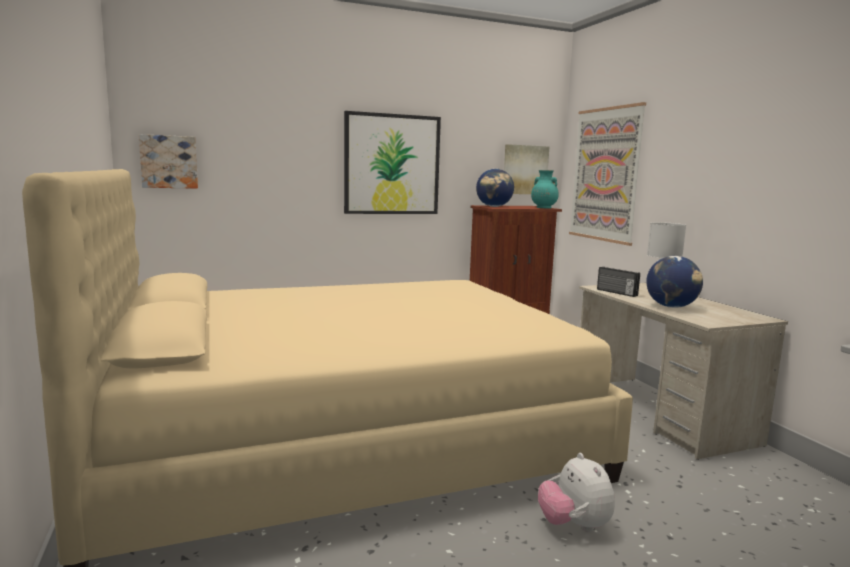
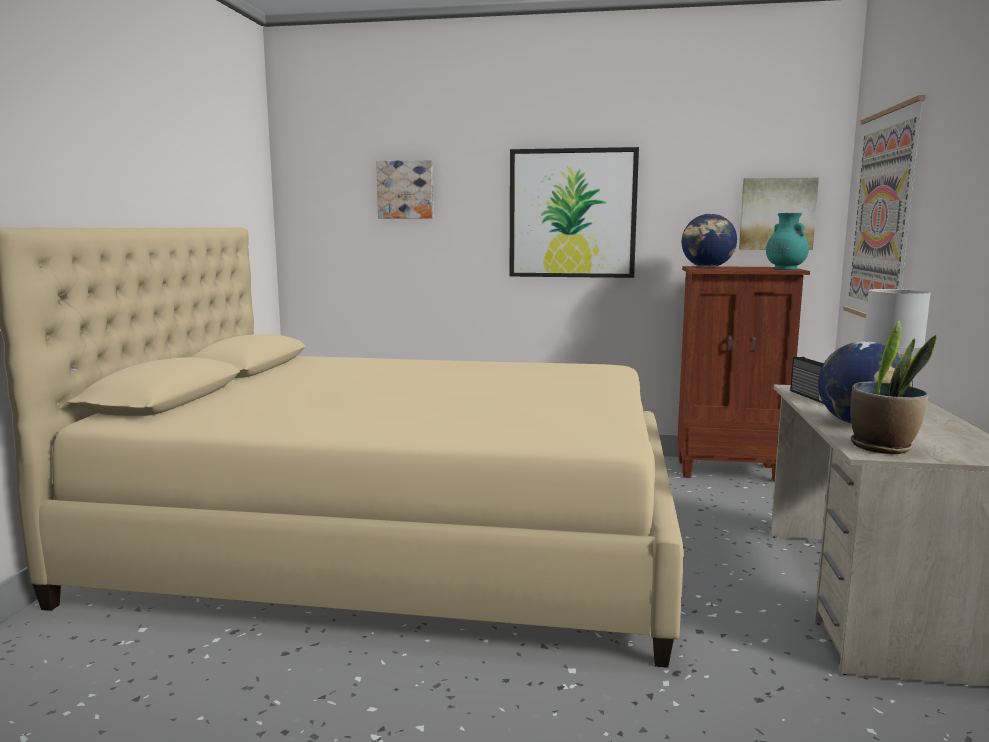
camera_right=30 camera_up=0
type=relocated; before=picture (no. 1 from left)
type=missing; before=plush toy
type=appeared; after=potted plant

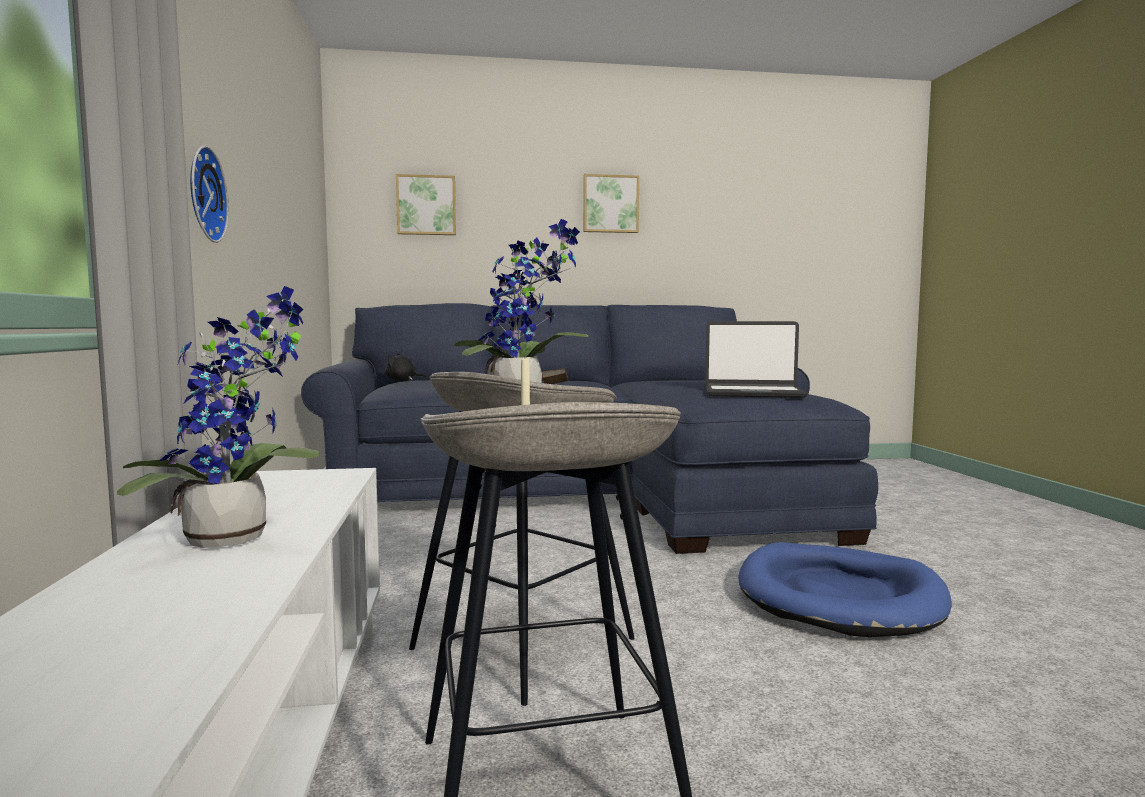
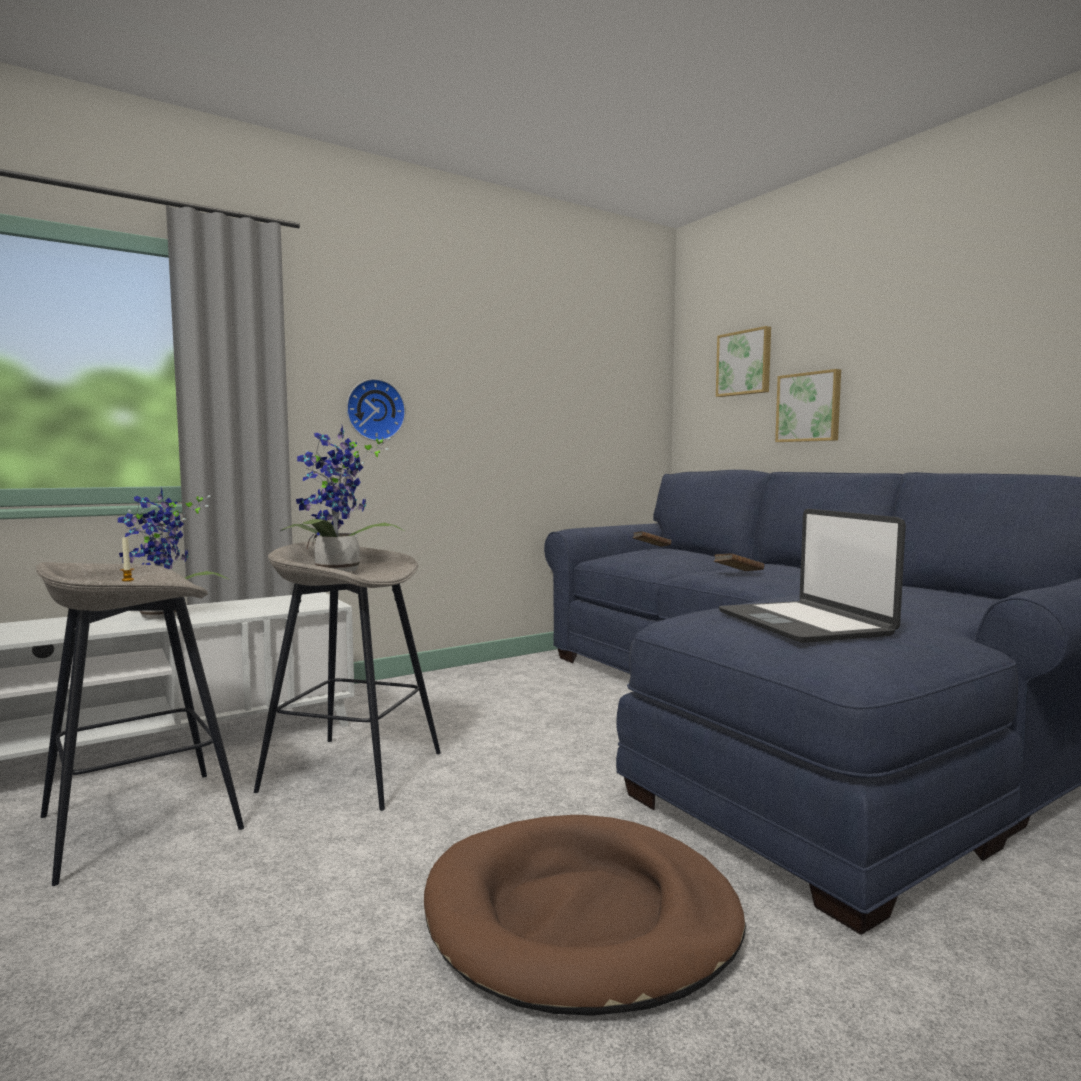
camera_right=65 camera_up=0
type=exchanged; before=black plush toy; after=brown book (no. 1 from left)
type=relocated; before=picture (no. 2 from left)
type=colour; before=blue dog bed; after=brown dog bed

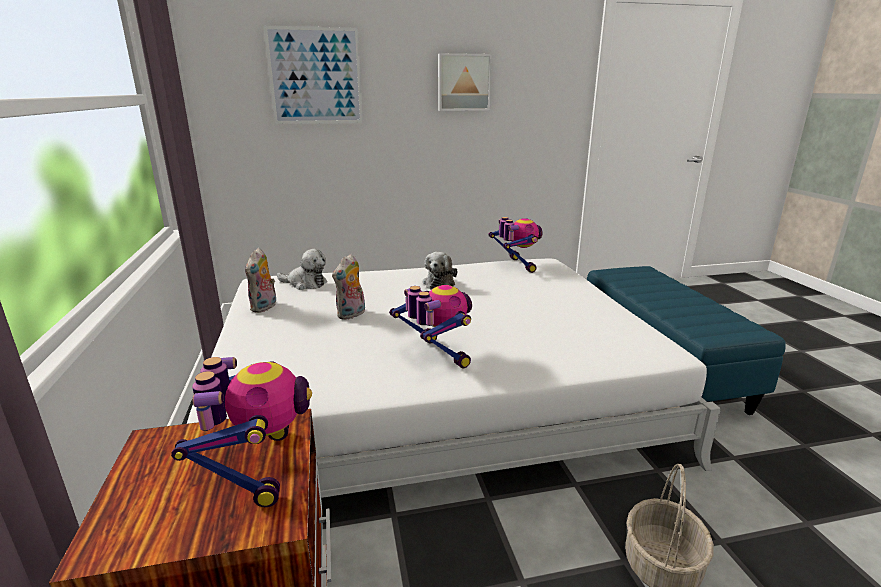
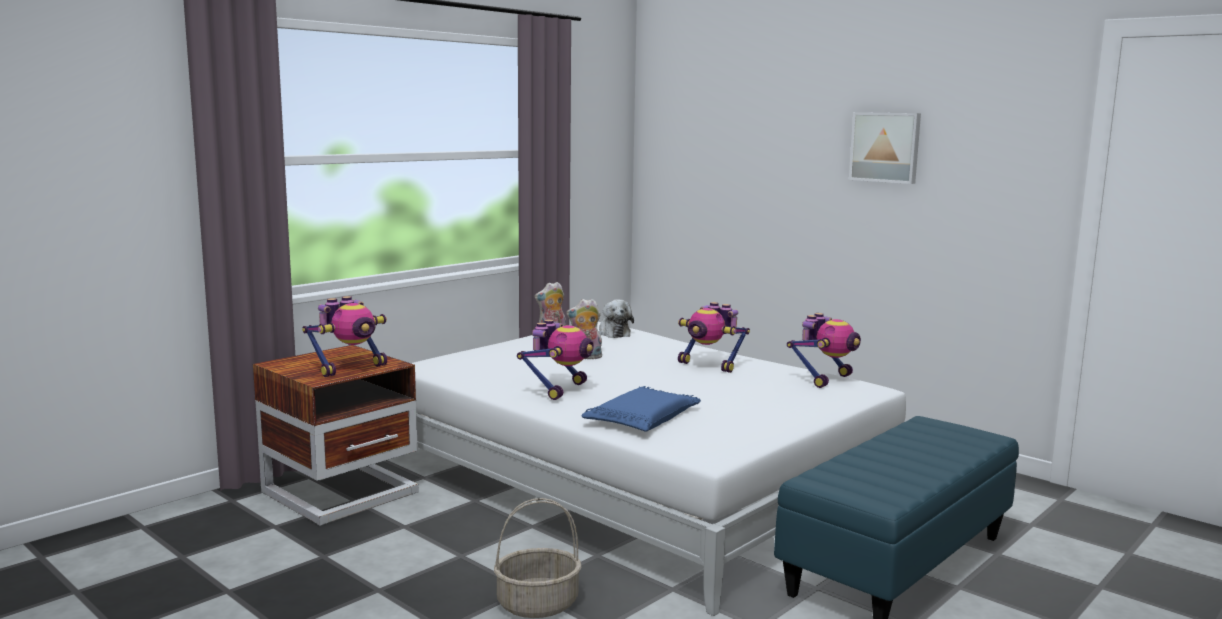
camera_right=55 camera_up=-10
type=missing; before=picture (no. 1 from left)
type=exchanged; before=plush toy (no. 4 from left); after=toy robot (no. 3 from left)
type=appeared; after=blue pillow

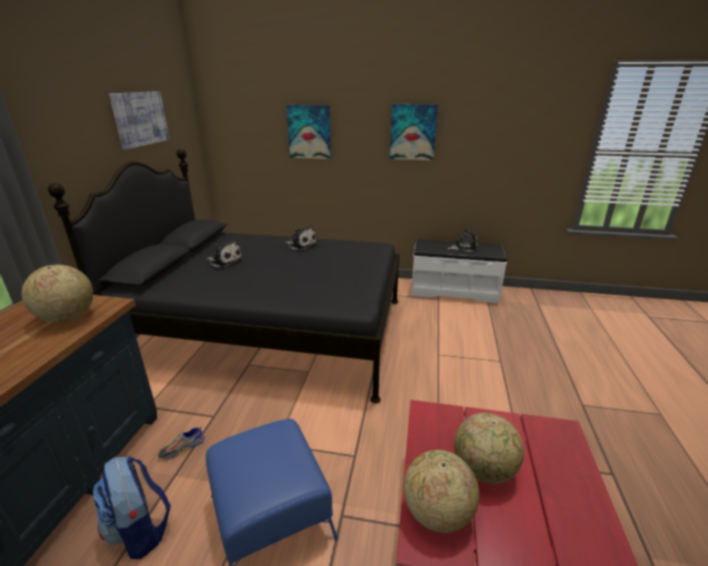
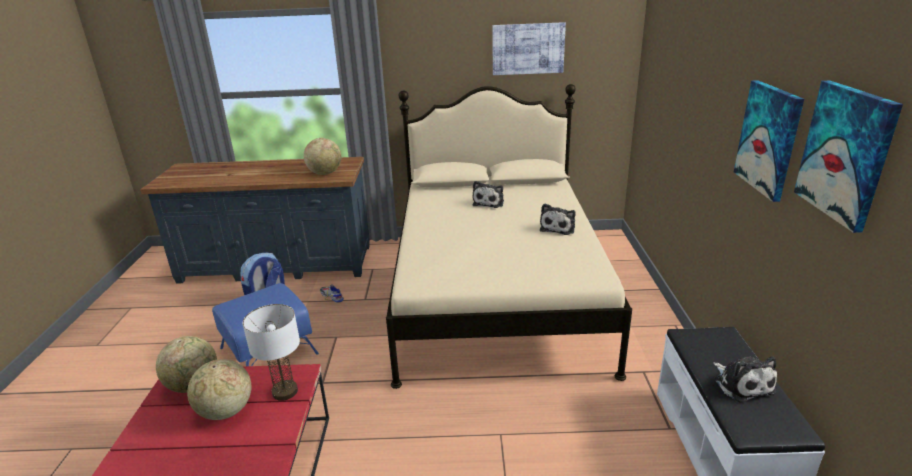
camera_right=80 camera_up=0
type=colour; before=black bed; after=beige bed
type=relocated; before=picture (no. 2 from left in the first image); after=picture (no. 3 from left)
type=appeared; after=table lamp

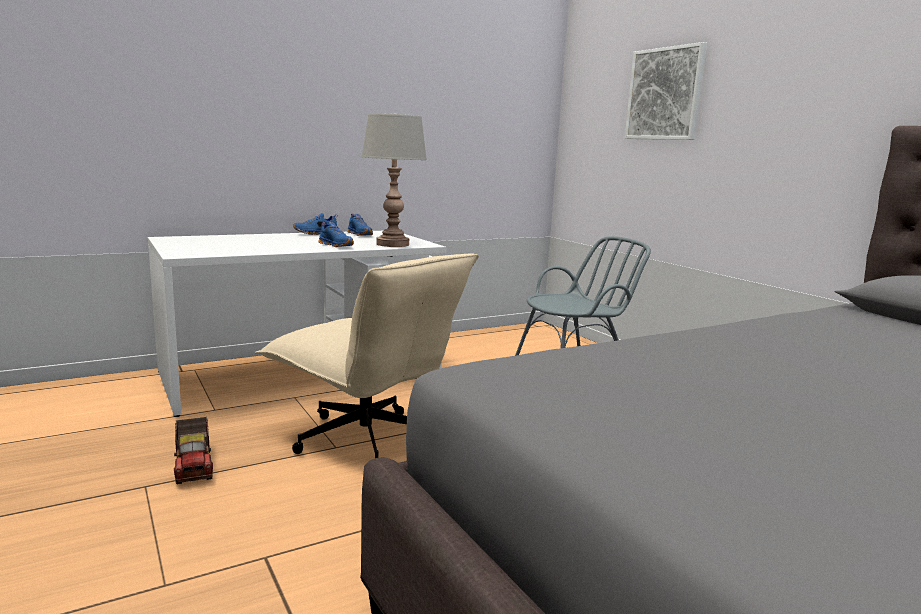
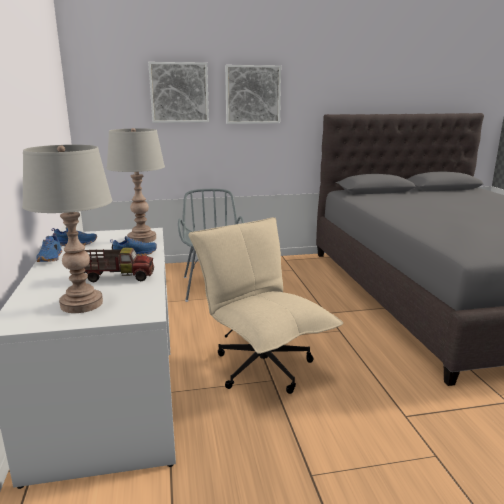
camera_right=-70 camera_up=5
type=relocated; before=toy truck
type=spun; before=beige office chair; turn=-90
type=appeared; after=grey table lamp (no. 1 from left)
type=appeared; after=picture (no. 2 from left)

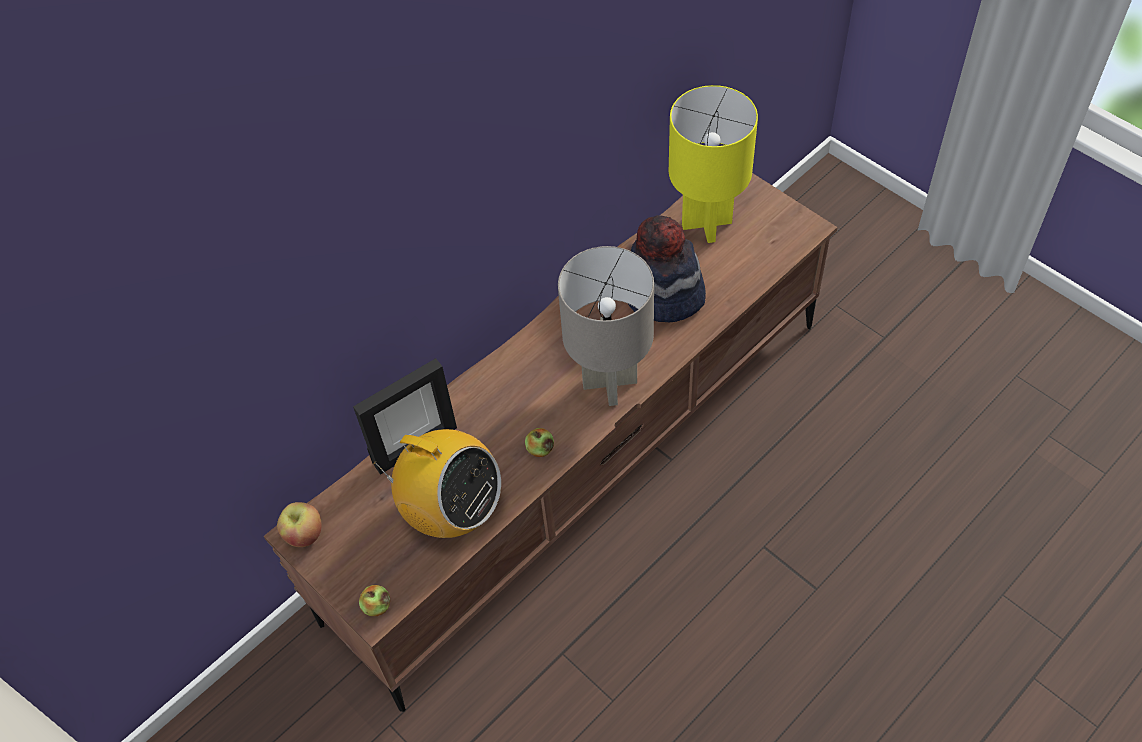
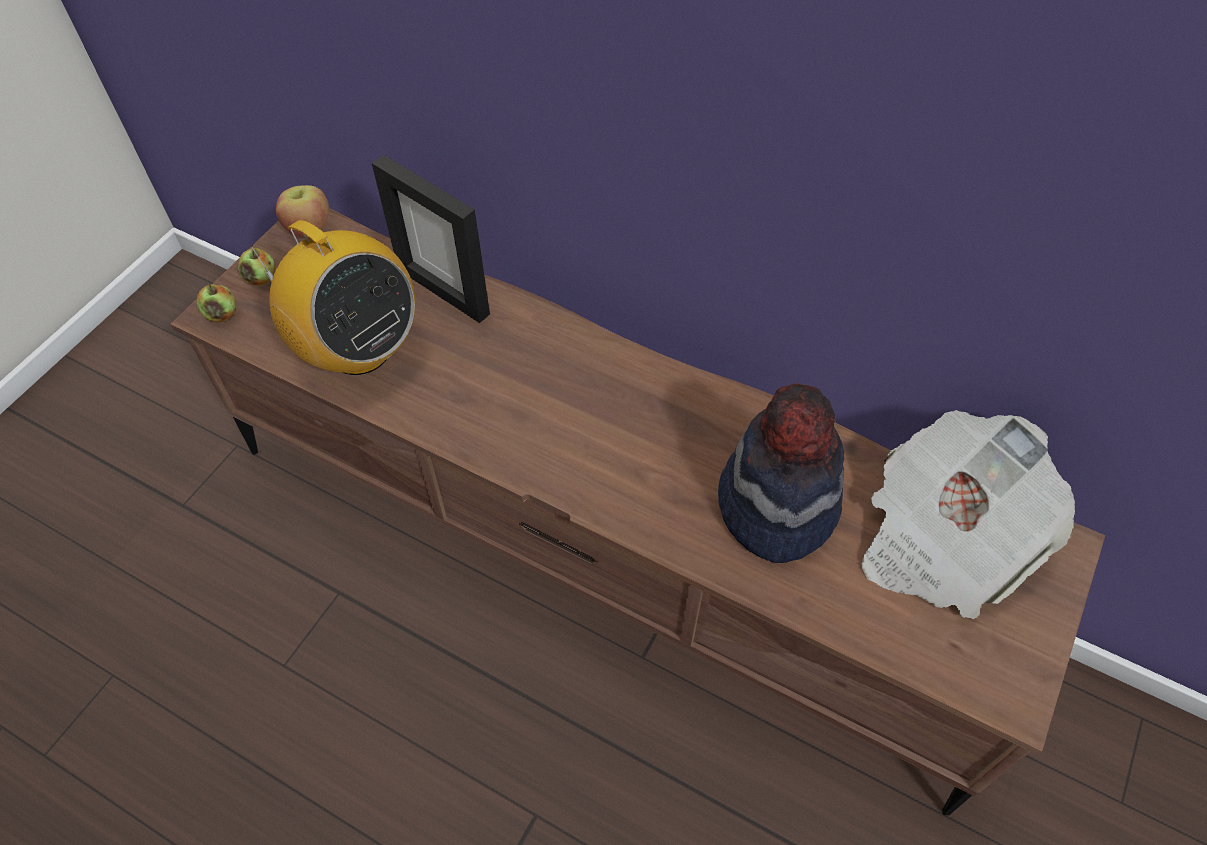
camera_right=70 camera_up=0
type=spun; before=radio; turn=-60
type=relocated; before=apple (no. 3 from left in the first image); after=apple (no. 2 from left)
type=missing; before=grey table lamp
type=exchanged; before=yellow table lamp; after=newspaper

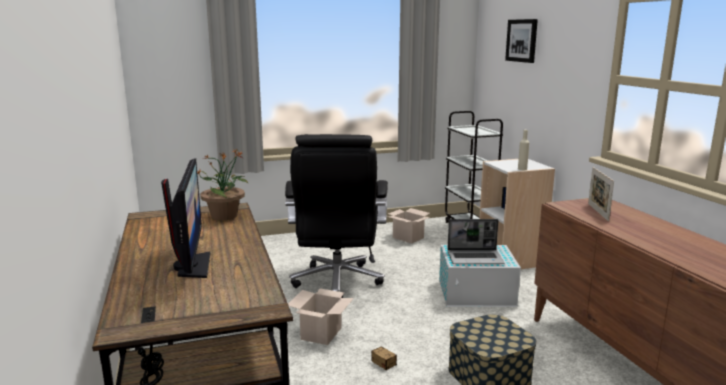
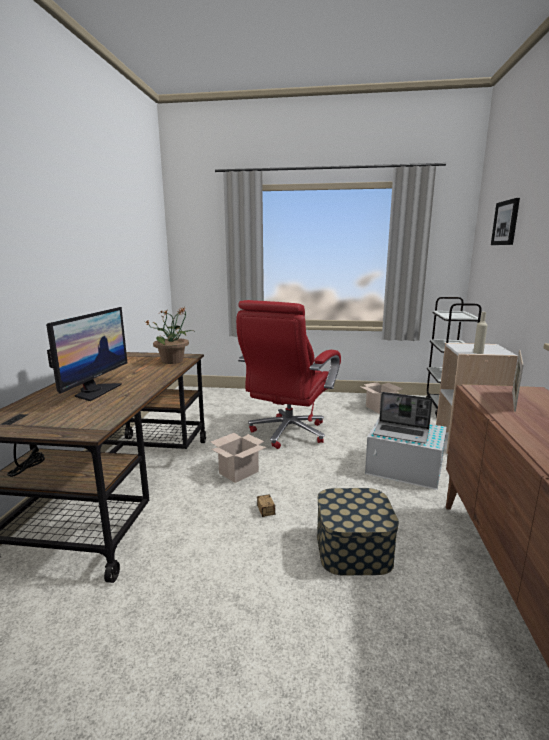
camera_right=25 camera_up=0
type=colour; before=black office chair; after=red office chair

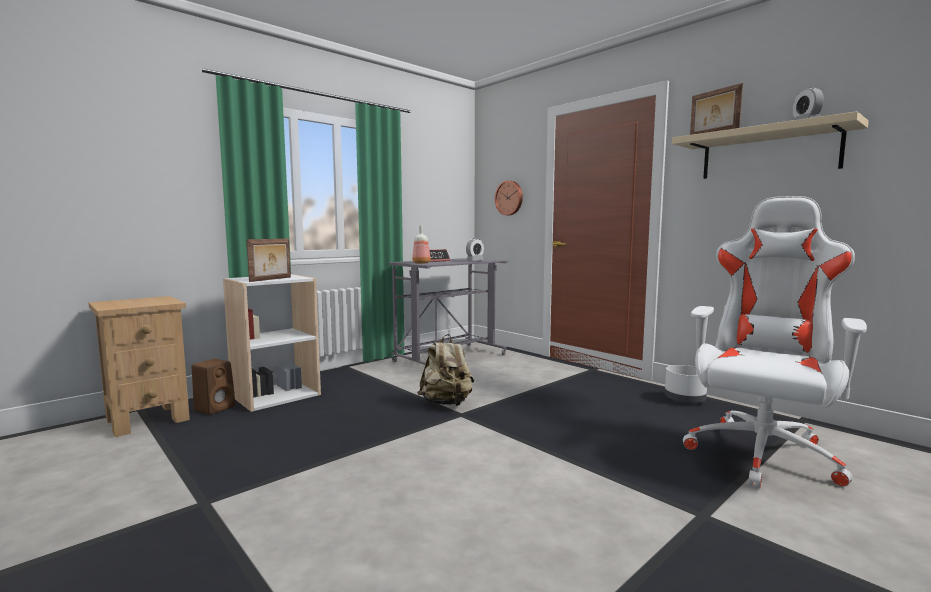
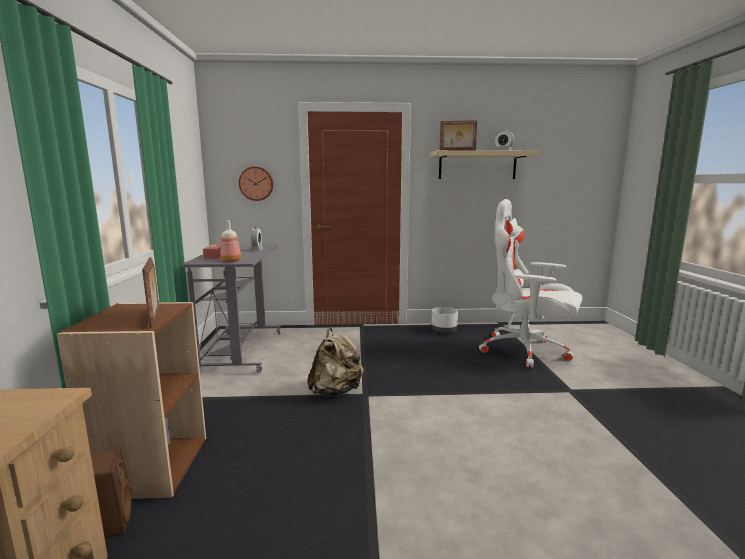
camera_right=-50 camera_up=5
type=colour; before=white bookcase; after=brown bookcase
type=spun; before=white office chair; turn=-45

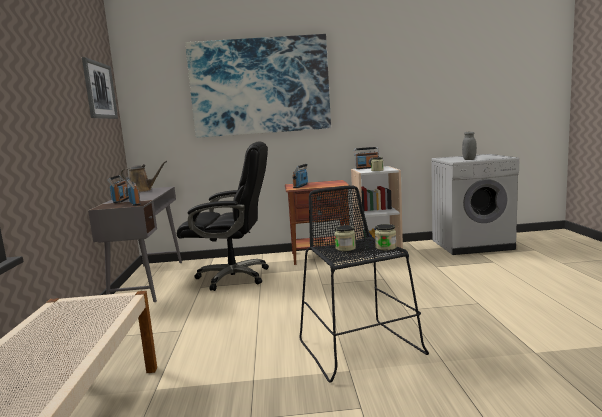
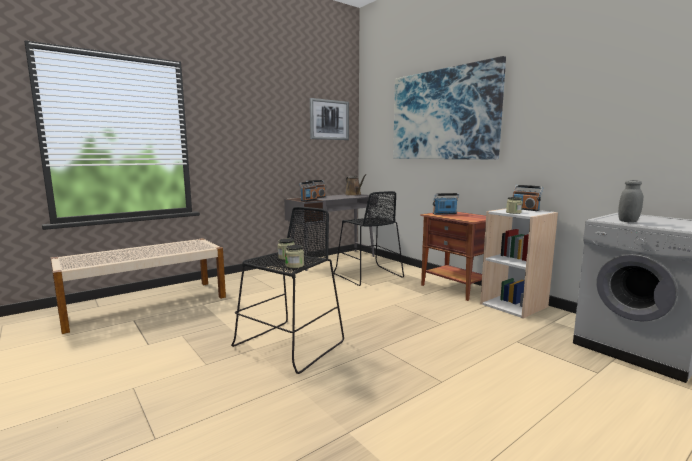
camera_right=55 camera_up=0
type=exchanged; before=black office chair; after=black stool (no. 2 from left)

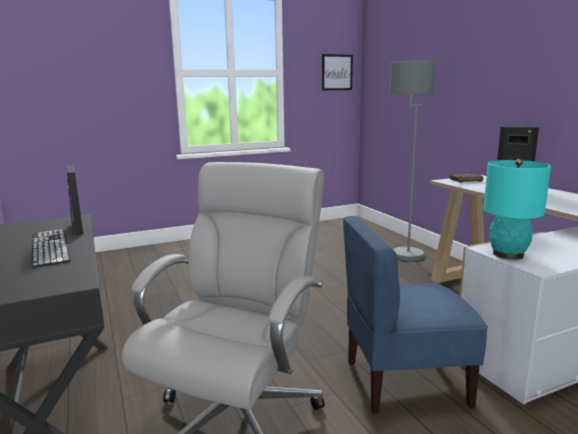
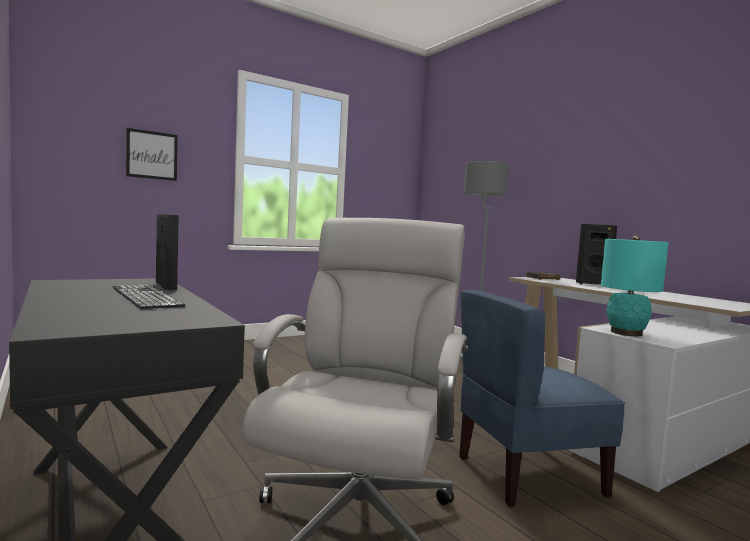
camera_right=-10 camera_up=-10
type=relocated; before=picture

